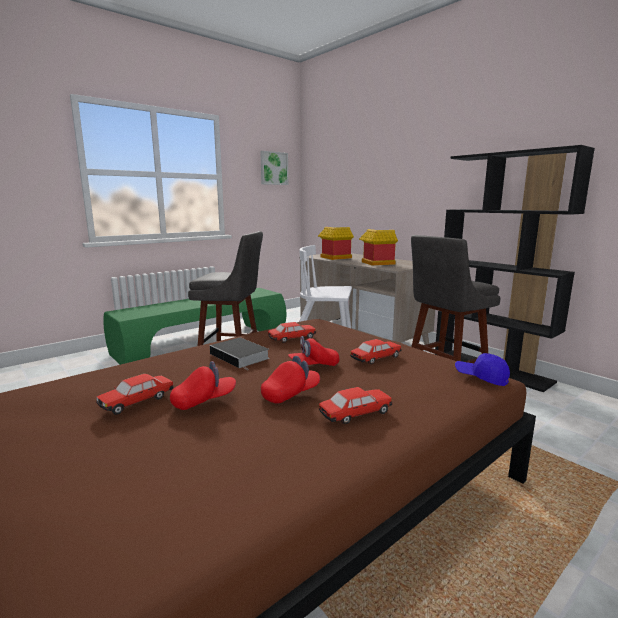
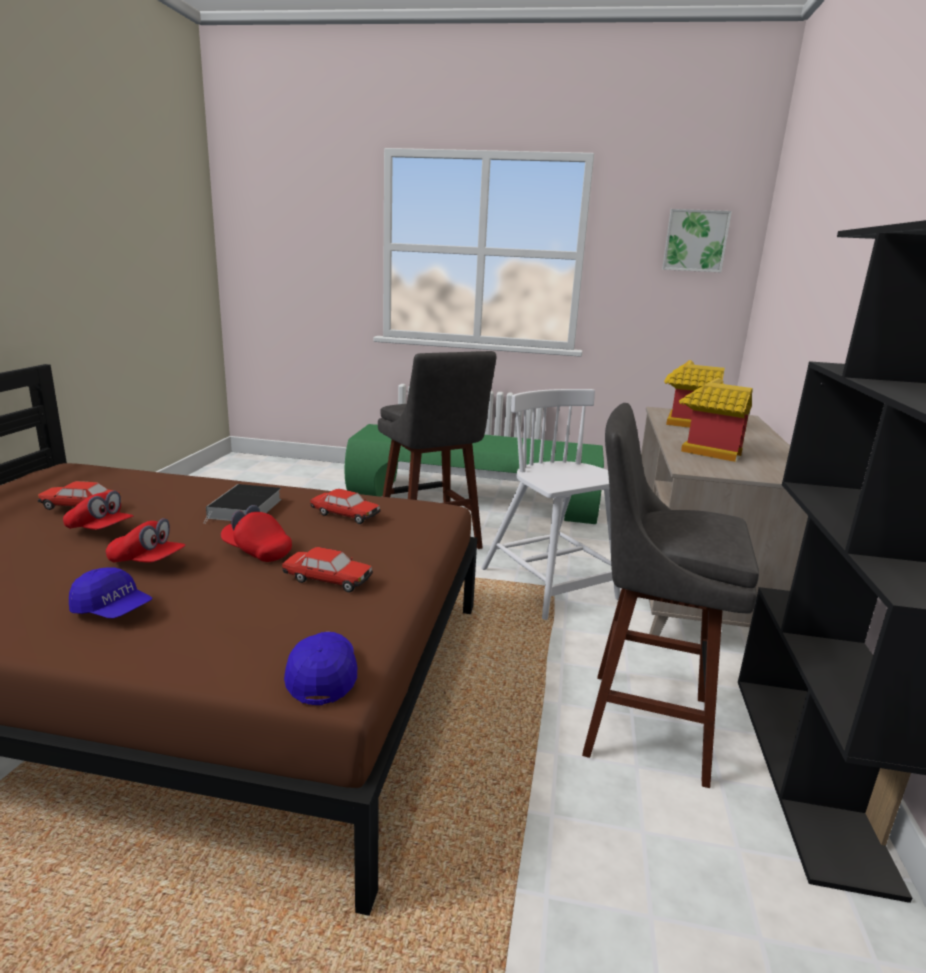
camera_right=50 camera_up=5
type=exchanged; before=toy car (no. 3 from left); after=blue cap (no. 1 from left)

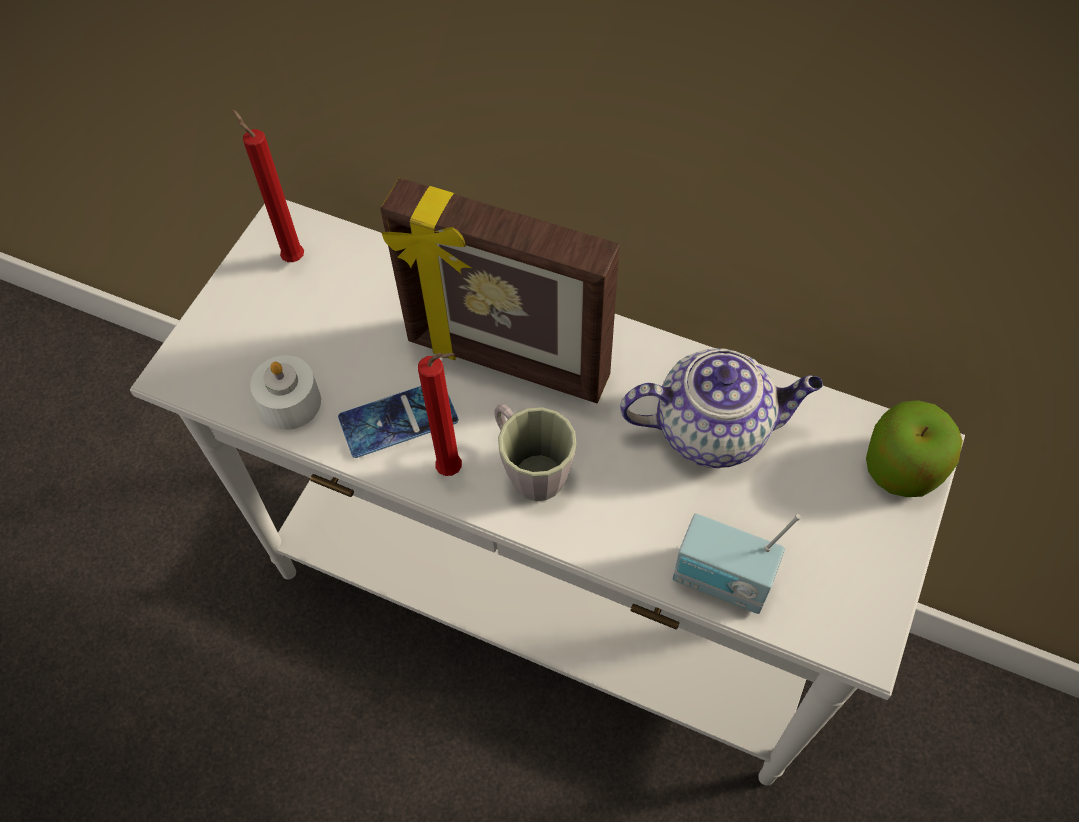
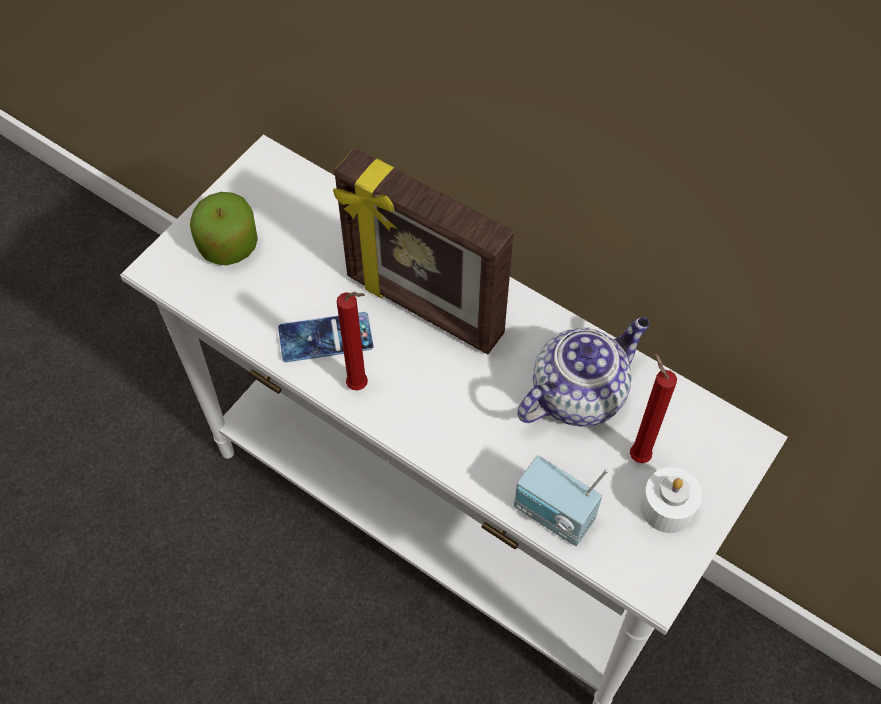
camera_right=10 camera_up=0
type=relocated; before=red candle (no. 1 from left in the first image); after=red candle (no. 2 from left)
type=relocated; before=white candle
type=missing; before=grey mug
type=spun; before=teapot; turn=-45
type=relocated; before=apple

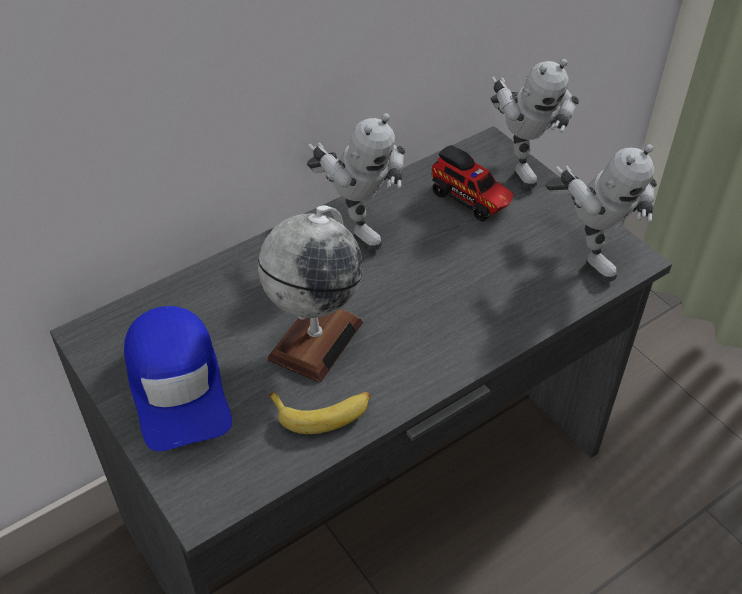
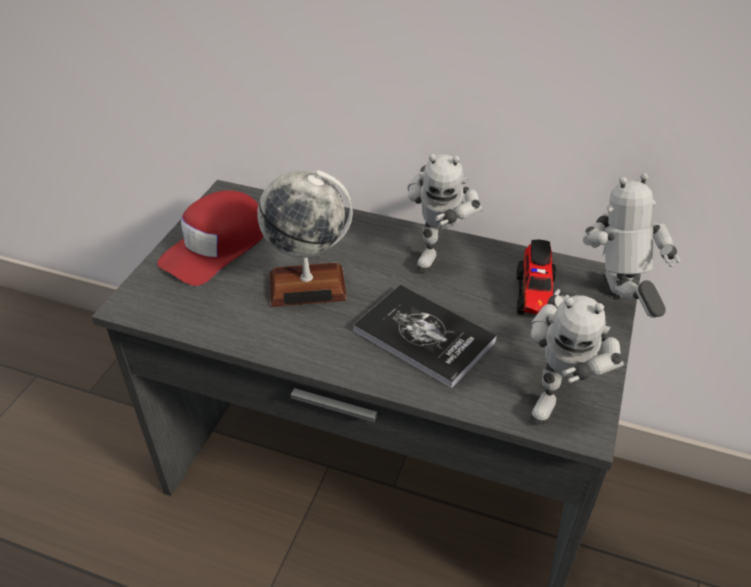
camera_right=55 camera_up=-5
type=colour; before=blue cap; after=red cap
type=missing; before=banana
type=spun; before=toy robot (no. 2 from left in the first image); turn=135
type=appeared; after=book

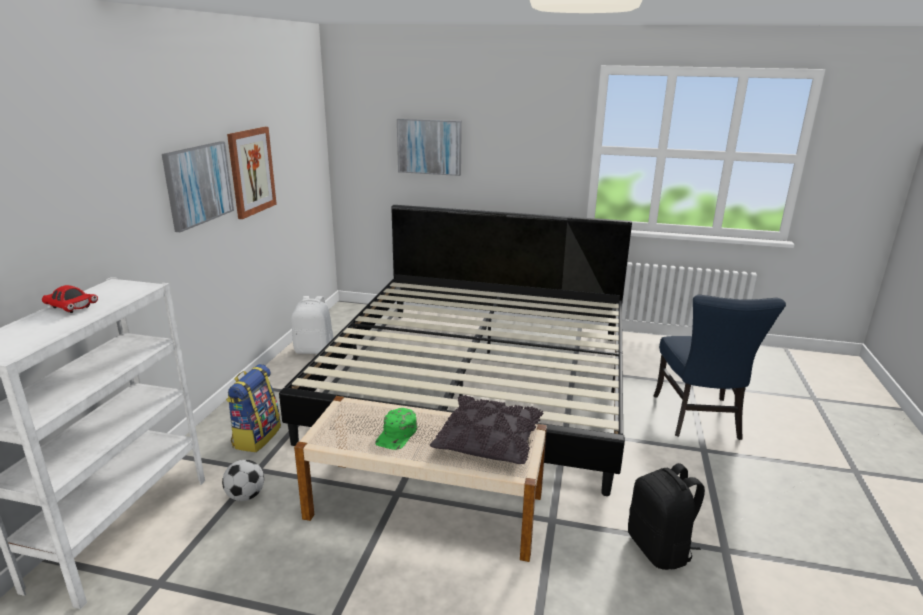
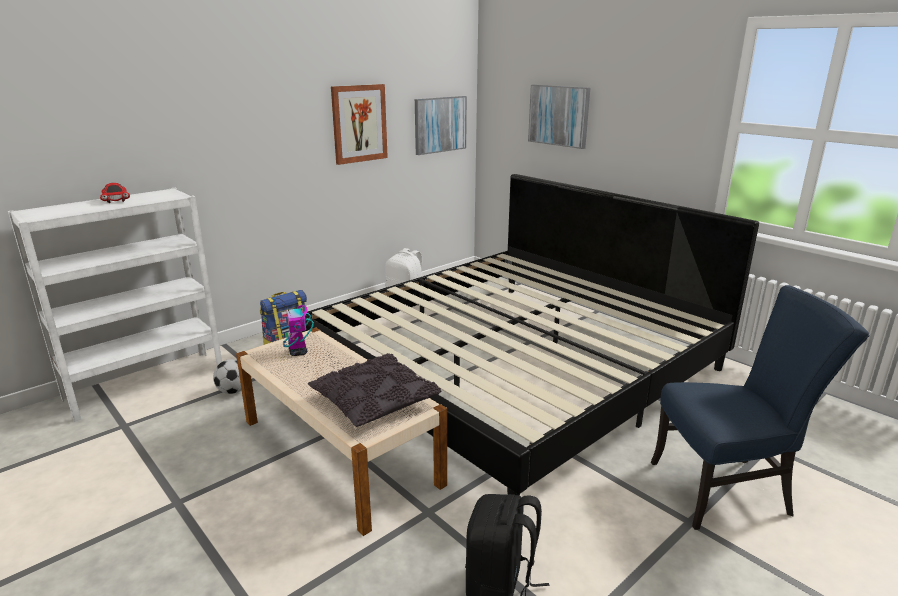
camera_right=35 camera_up=0
type=relocated; before=picture (no. 1 from left in the first image); after=picture (no. 2 from left)
type=missing; before=green cap
type=spun; before=blue chair; turn=-135
type=appeared; after=toy robot

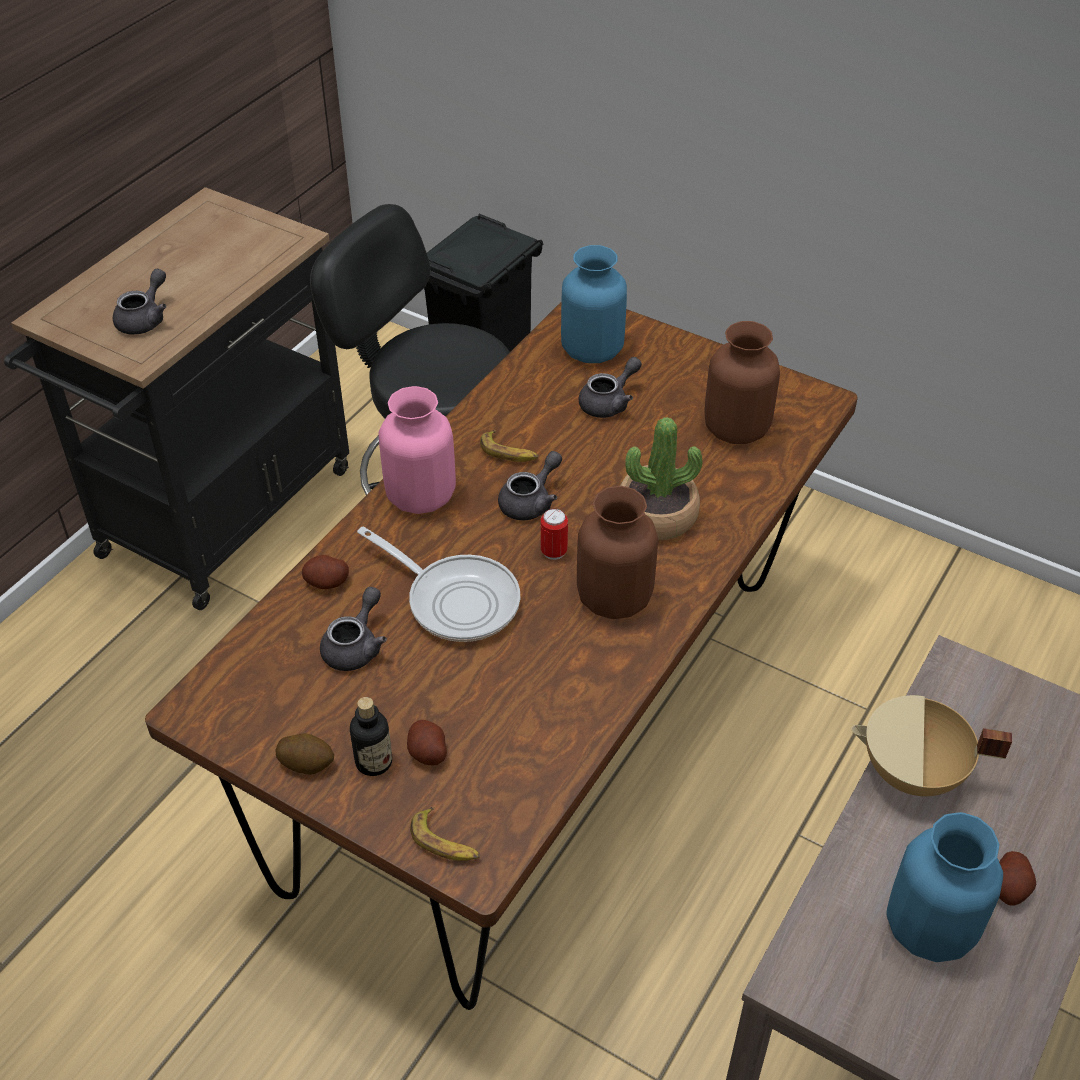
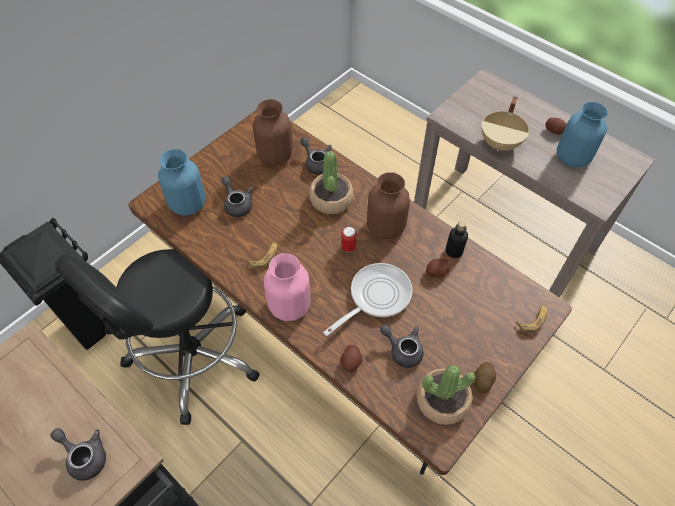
camera_right=-80 camera_up=10
type=relocated; before=bottle
type=relocated; before=potato (no. 3 from left in the first image); after=potato (no. 2 from left)
type=relocated; before=grey teapot (no. 3 from left)
type=appeared; after=potted plant (no. 2 from left)

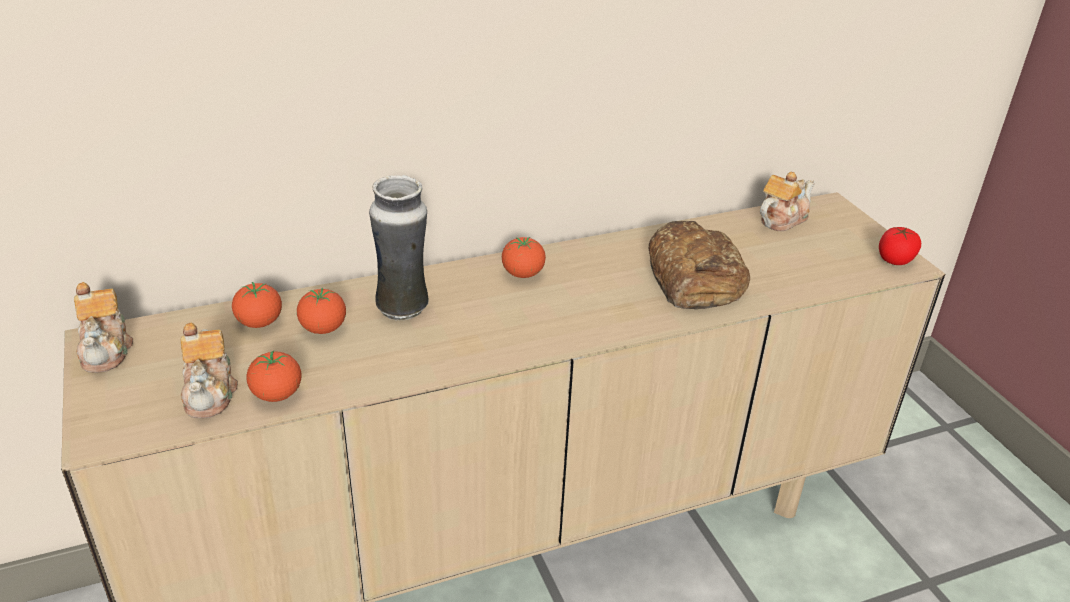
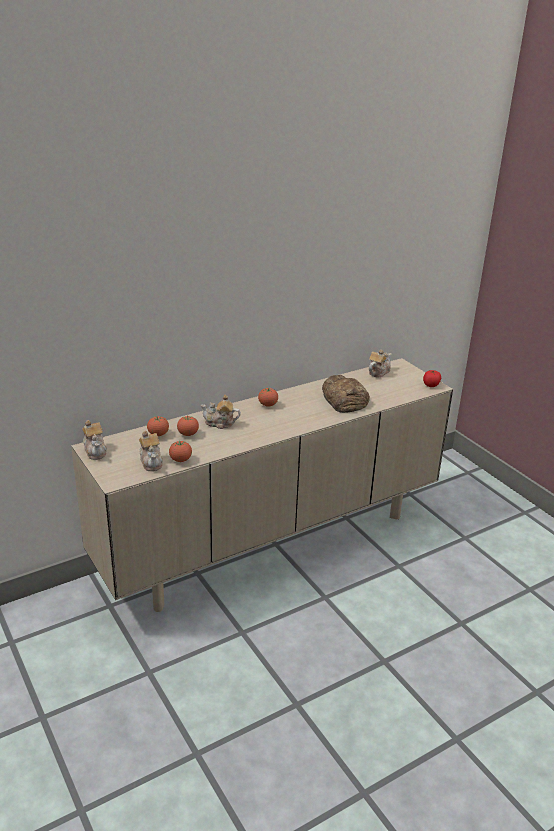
camera_right=-10 camera_up=-5
type=exchanged; before=vase; after=teapot (no. 3 from left)

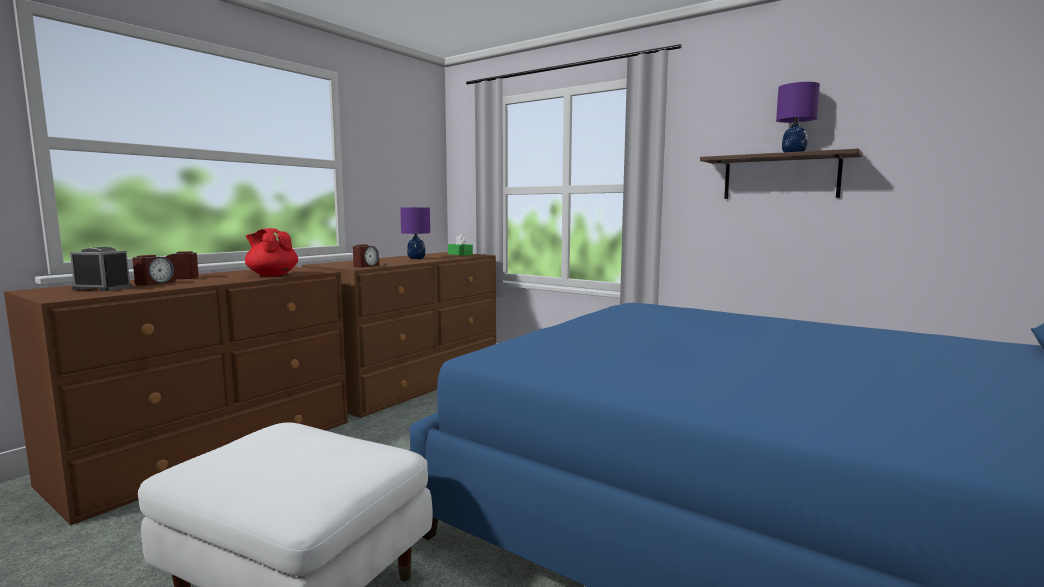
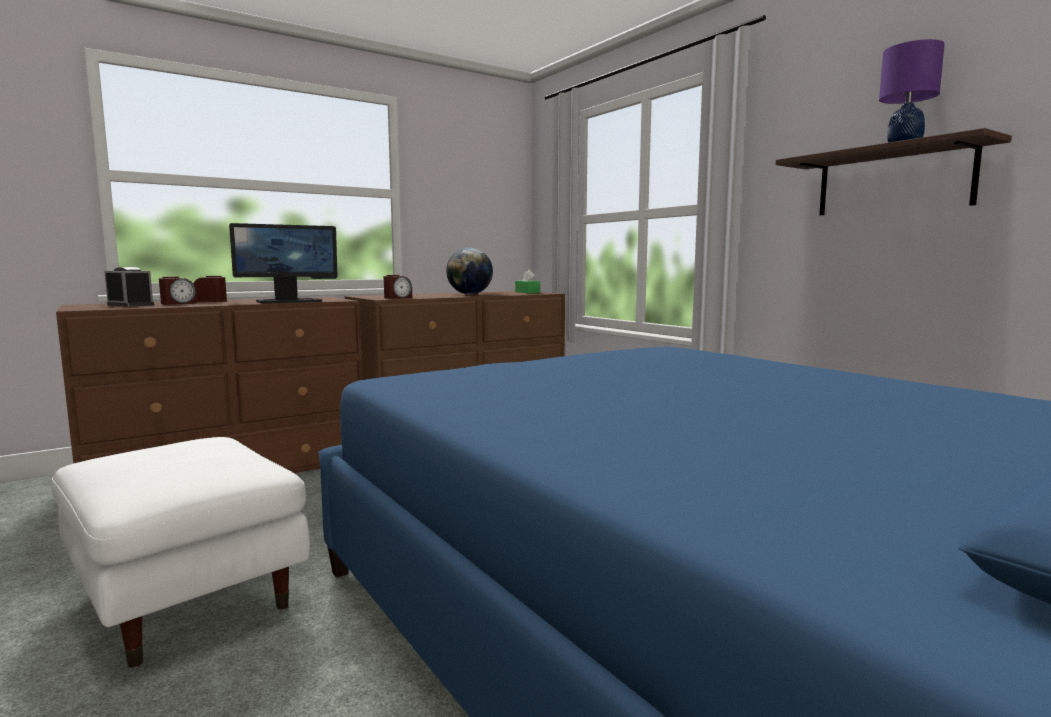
camera_right=20 camera_up=0
type=exchanged; before=red teapot; after=monitor
type=exchanged; before=purple table lamp (no. 1 from left); after=globe

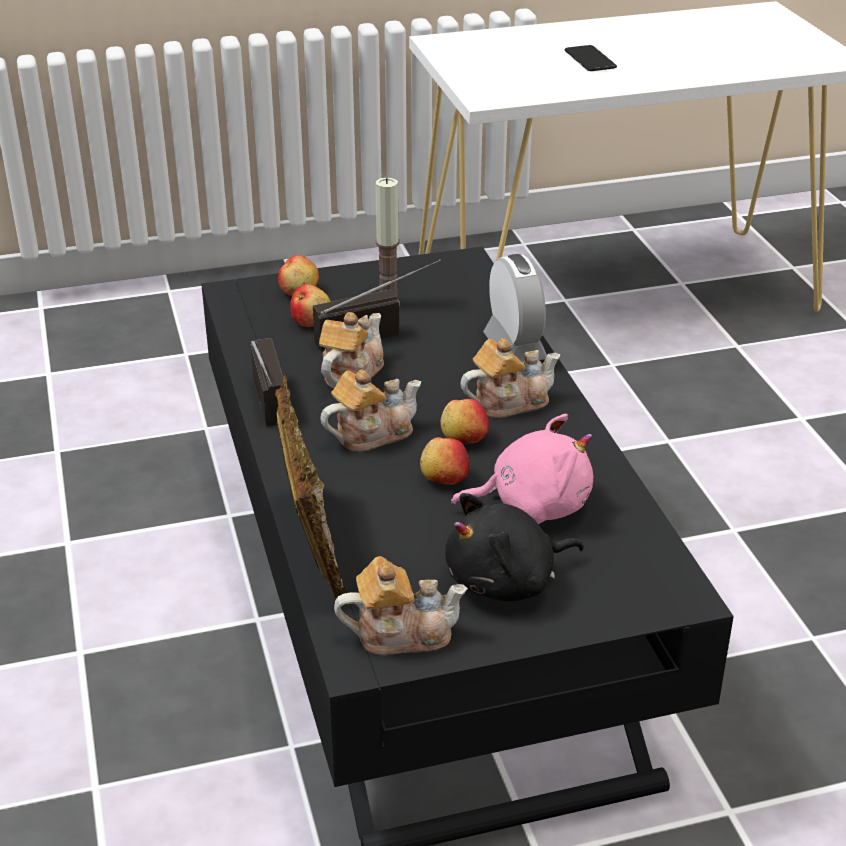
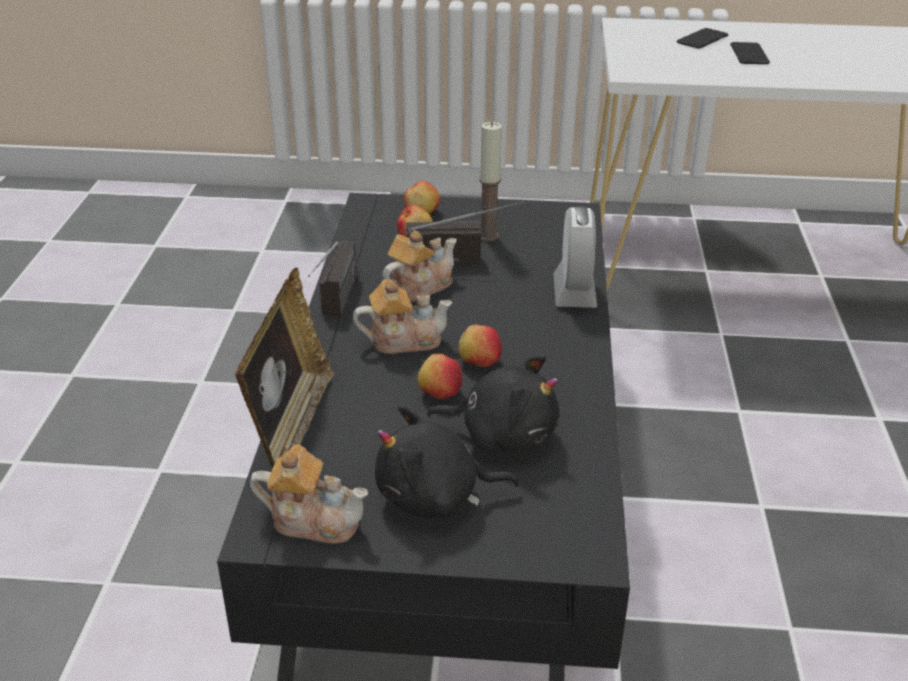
camera_right=20 camera_up=0
type=colour; before=pink plush toy; after=black plush toy (no. 2 from left)
type=missing; before=teapot (no. 4 from left)
type=appeared; after=phone (no. 1 from left)

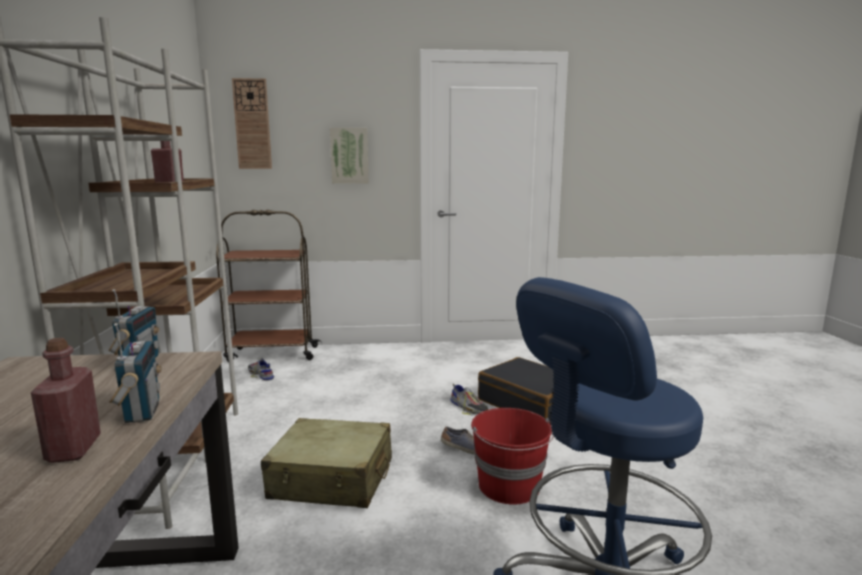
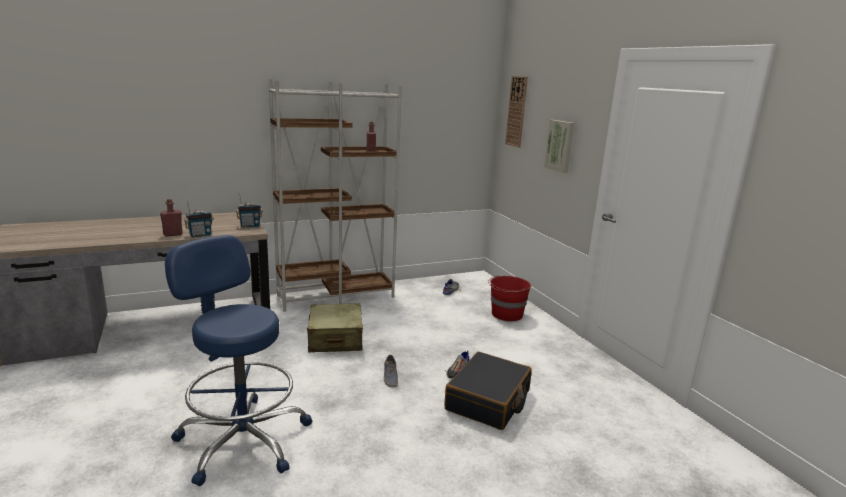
camera_right=70 camera_up=5
type=missing; before=brown cart
type=relocated; before=red bucket

